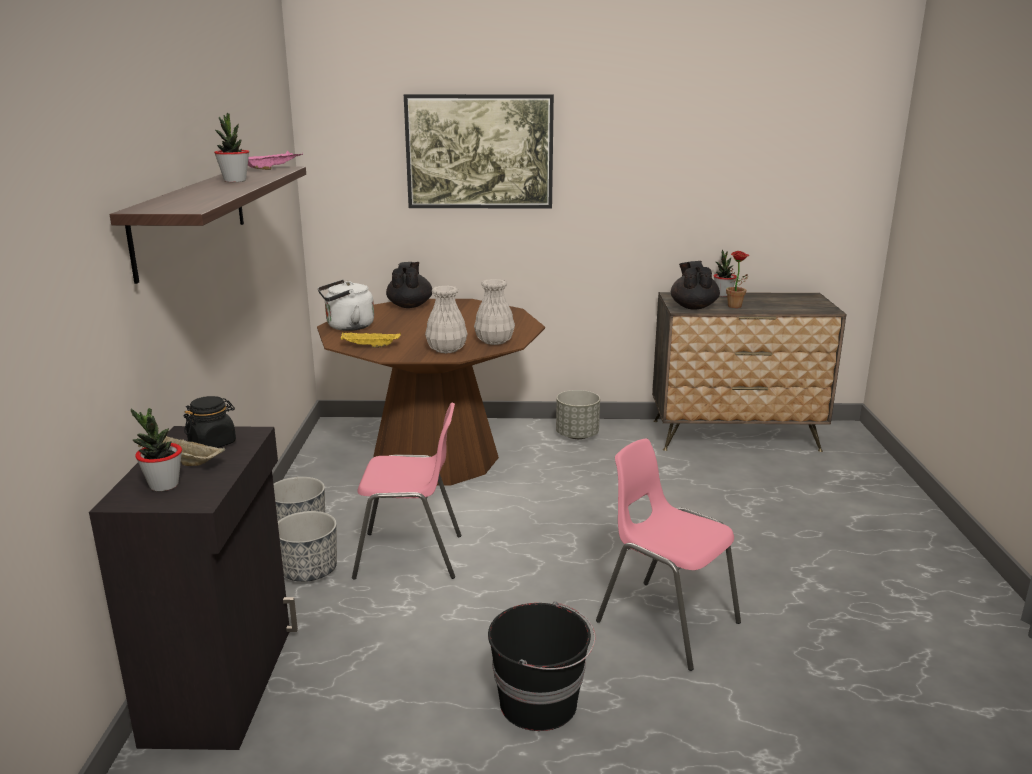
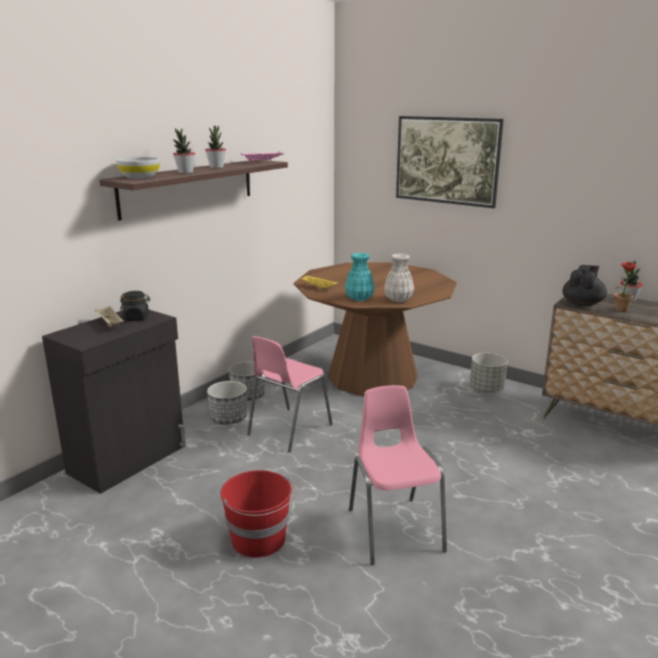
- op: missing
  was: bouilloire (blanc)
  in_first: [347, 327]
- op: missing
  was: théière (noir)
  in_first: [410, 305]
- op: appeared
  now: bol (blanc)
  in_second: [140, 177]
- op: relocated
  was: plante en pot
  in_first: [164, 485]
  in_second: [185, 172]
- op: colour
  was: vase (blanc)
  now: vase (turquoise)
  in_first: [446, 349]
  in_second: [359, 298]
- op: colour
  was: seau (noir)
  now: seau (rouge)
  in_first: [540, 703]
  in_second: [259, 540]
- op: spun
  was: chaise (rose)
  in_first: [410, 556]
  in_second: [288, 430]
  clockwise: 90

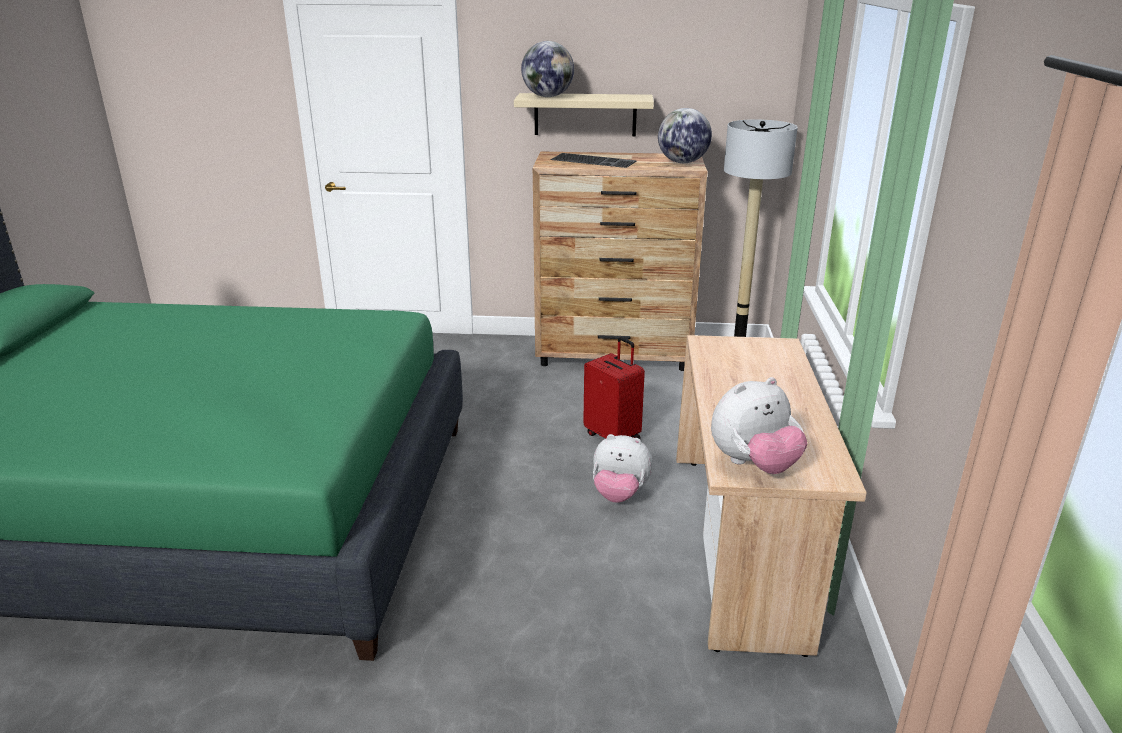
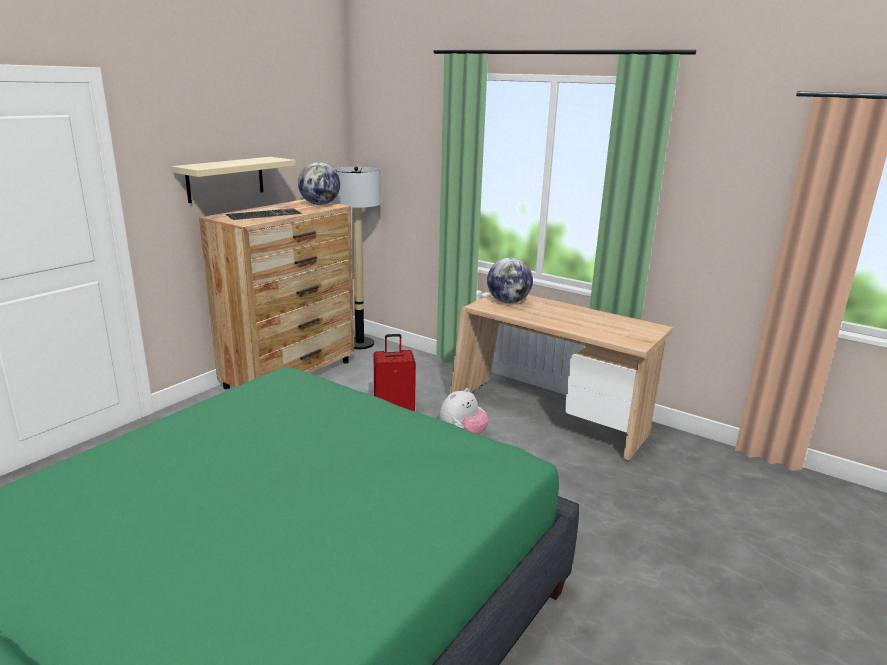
- op: missing
  was: peluche
  in_first: [754, 465]
- op: relocated
  was: globe
  in_first: [548, 96]
  in_second: [508, 302]

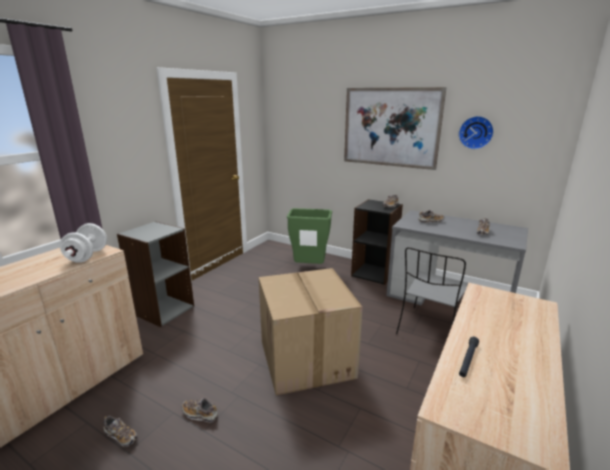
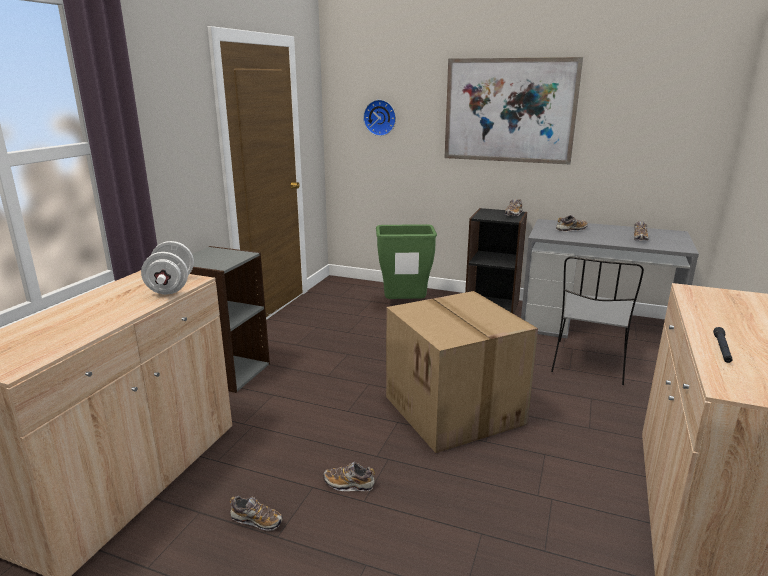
- op: relocated
  was: horloge murale
  in_first: [476, 132]
  in_second: [380, 117]

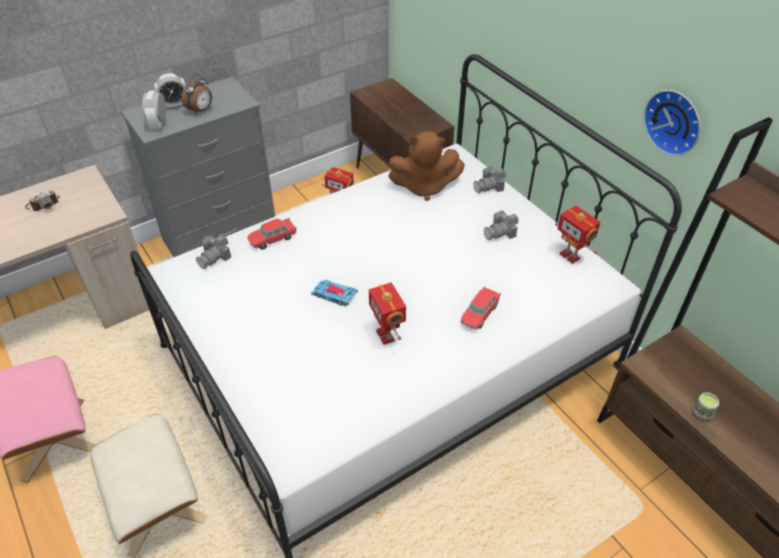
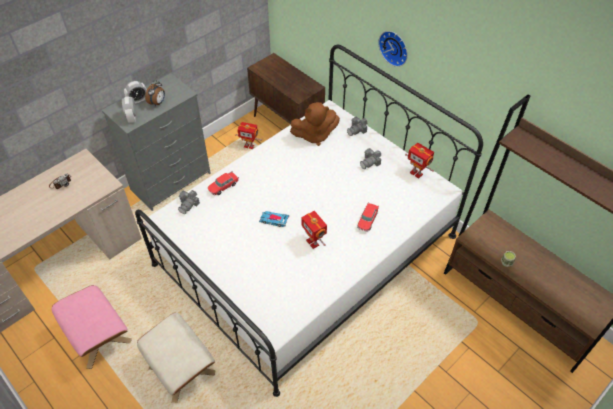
- op: relocated
  was: horloge murale
  in_first: [675, 121]
  in_second: [395, 47]

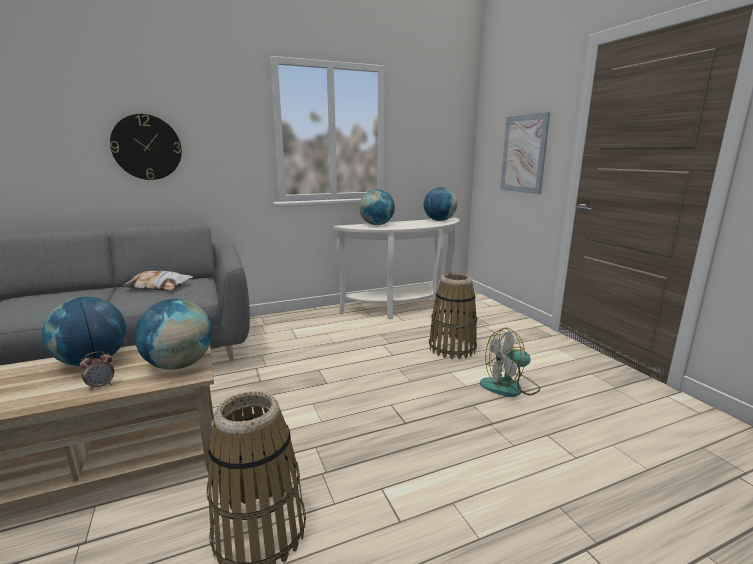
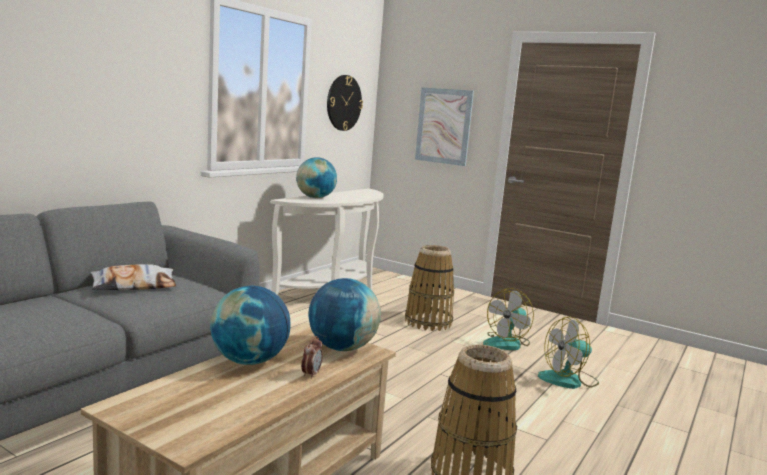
- op: missing
  was: globe
  in_first: [439, 220]
- op: appeared
  now: ventilateur
  in_second: [568, 380]
- op: relocated
  was: horloge murale
  in_first: [147, 147]
  in_second: [343, 103]

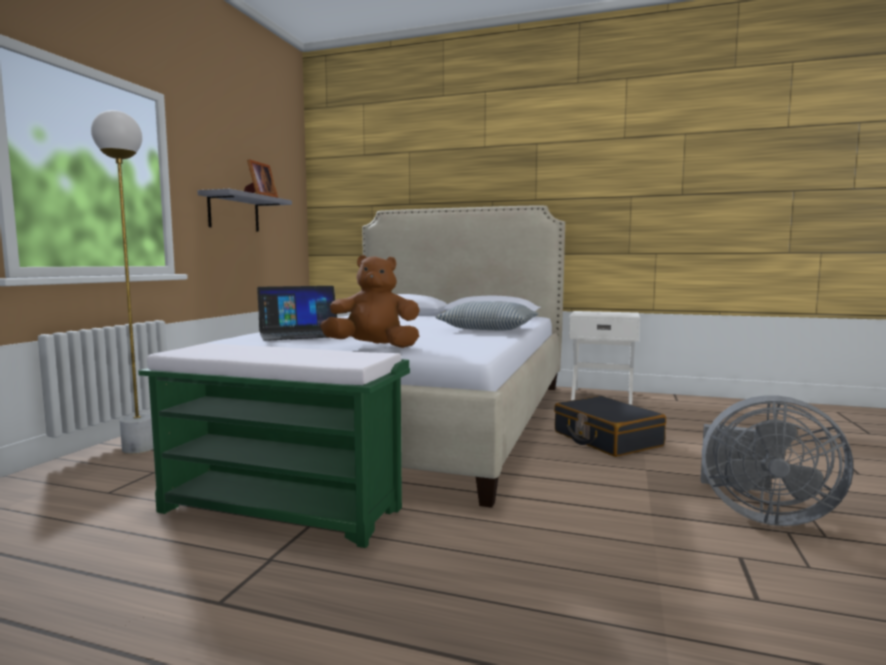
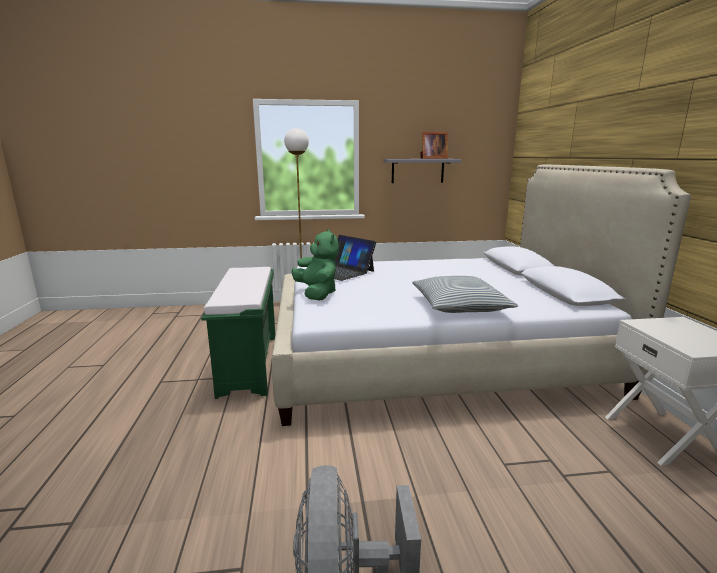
- op: missing
  was: valise (noir)
  in_first: [606, 439]
- op: colour
  was: peluche (marron)
  now: peluche (vert)
  in_first: [374, 347]
  in_second: [317, 293]

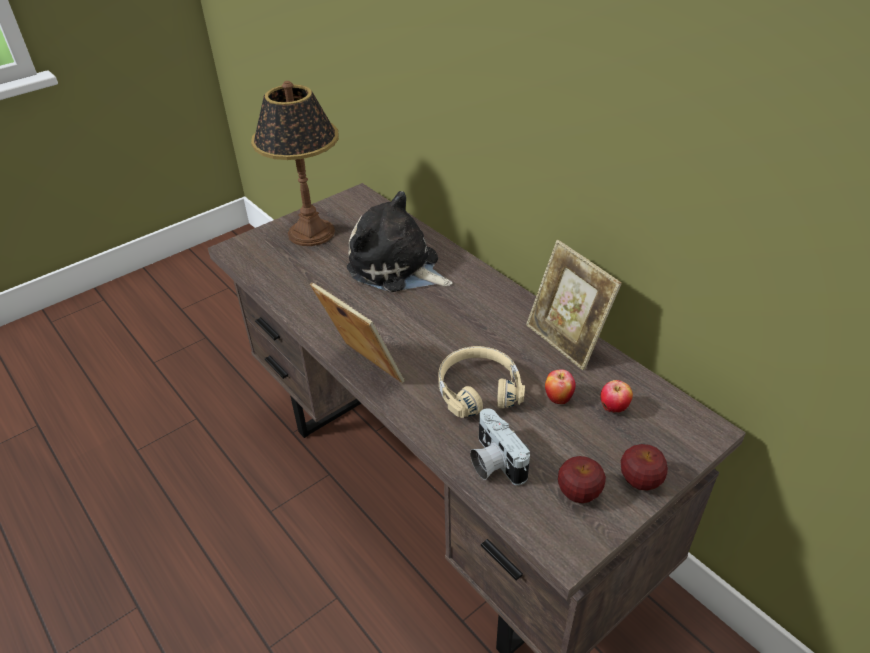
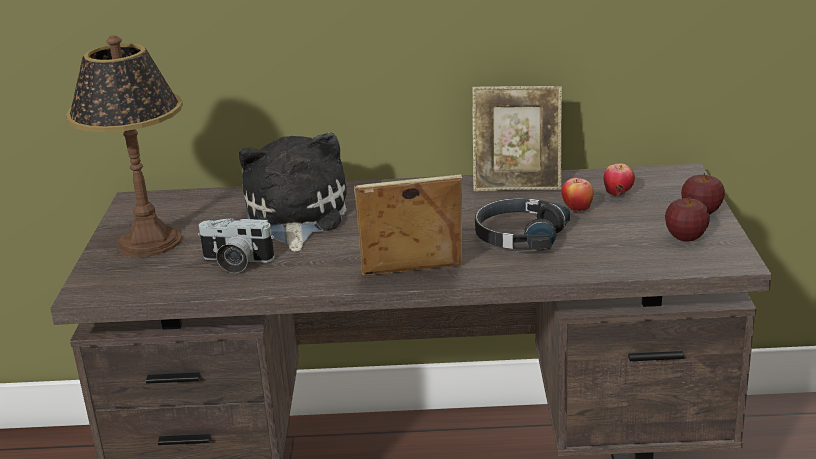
- op: relocated
  was: appareil photo
  in_first: [493, 462]
  in_second: [235, 262]
- op: colour
  was: casque audio (beige)
  now: casque audio (noir)
  in_first: [478, 388]
  in_second: [518, 236]
- op: spun
  was: peluche
  in_first: [397, 268]
  in_second: [294, 218]
  clockwise: 105

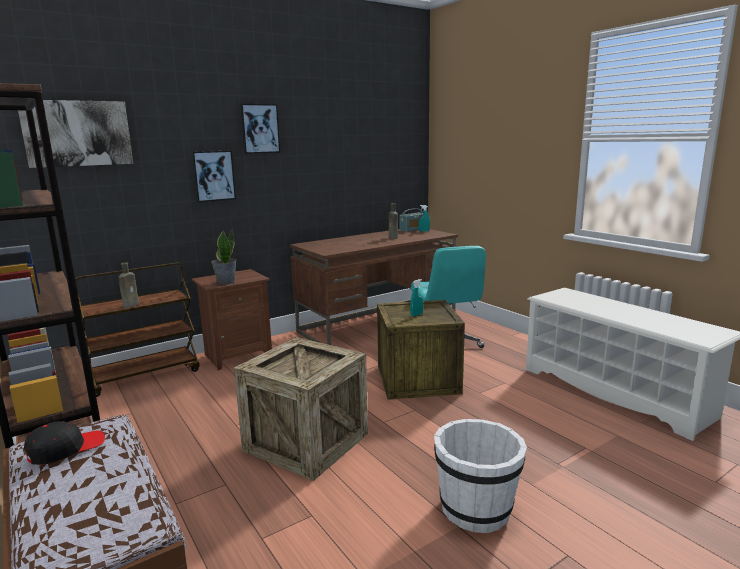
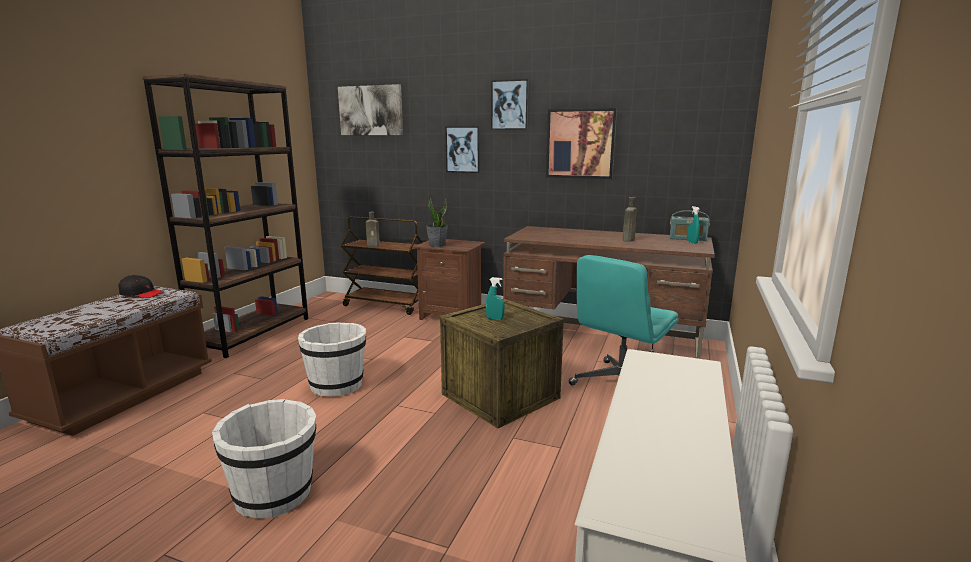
- op: appeared
  now: tableau
  in_second: [580, 143]
- op: exchanged
  was: caisse
  now: seau (blanc)
  in_first: [306, 442]
  in_second: [337, 385]

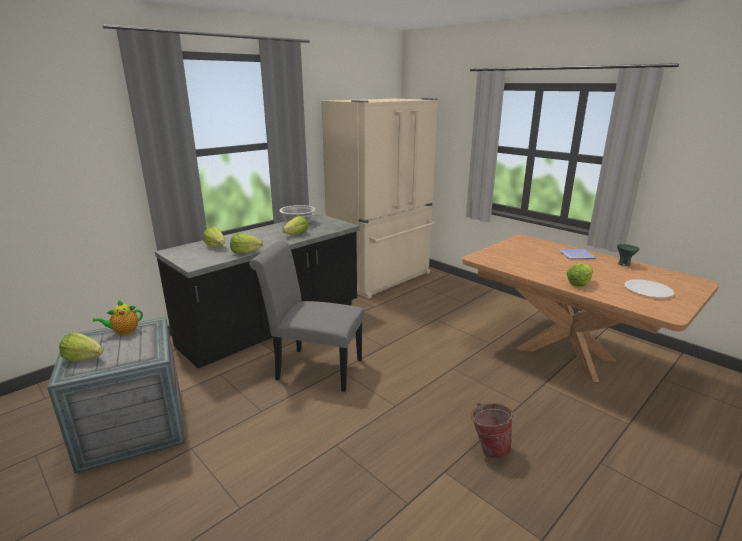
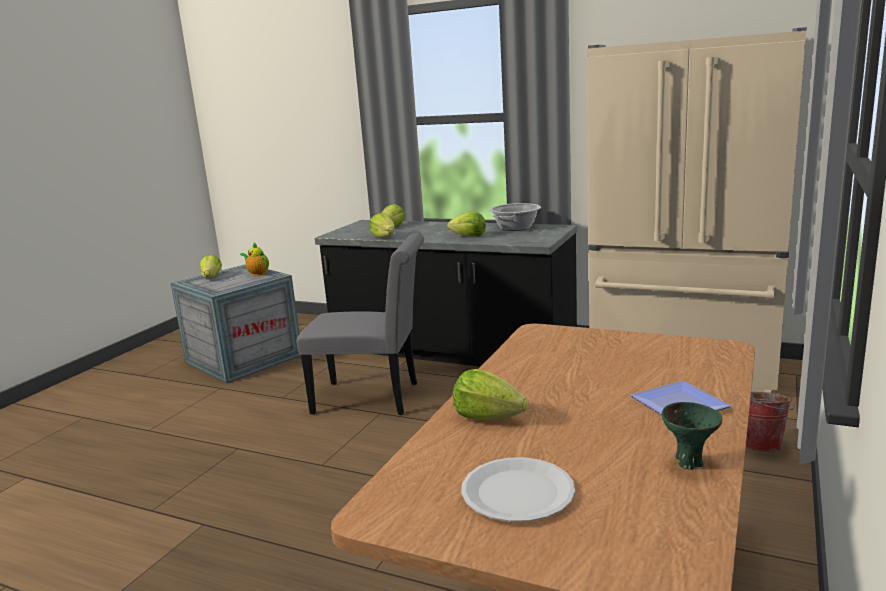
- op: relocated
  was: seau
  in_first: [489, 447]
  in_second: [762, 445]
- op: spun
  was: chaise (gris)
  in_first: [313, 368]
  in_second: [374, 398]
  clockwise: 105

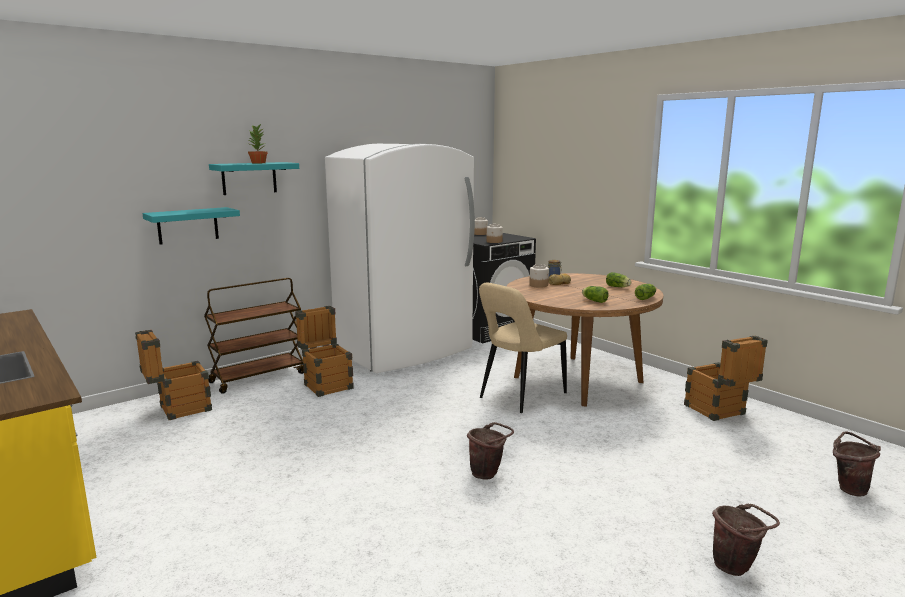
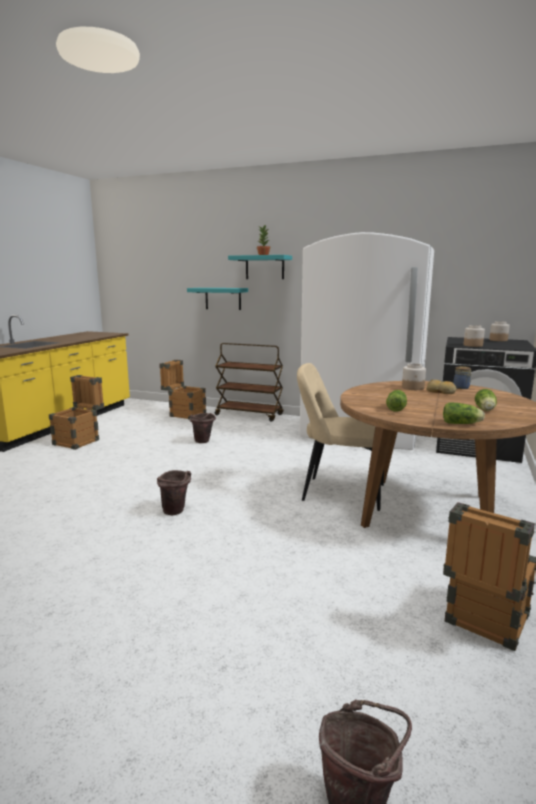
- op: relocated
  was: caisse
  in_first: [326, 384]
  in_second: [80, 441]
- op: relocated
  was: seau (marron)
  in_first: [736, 567]
  in_second: [203, 442]

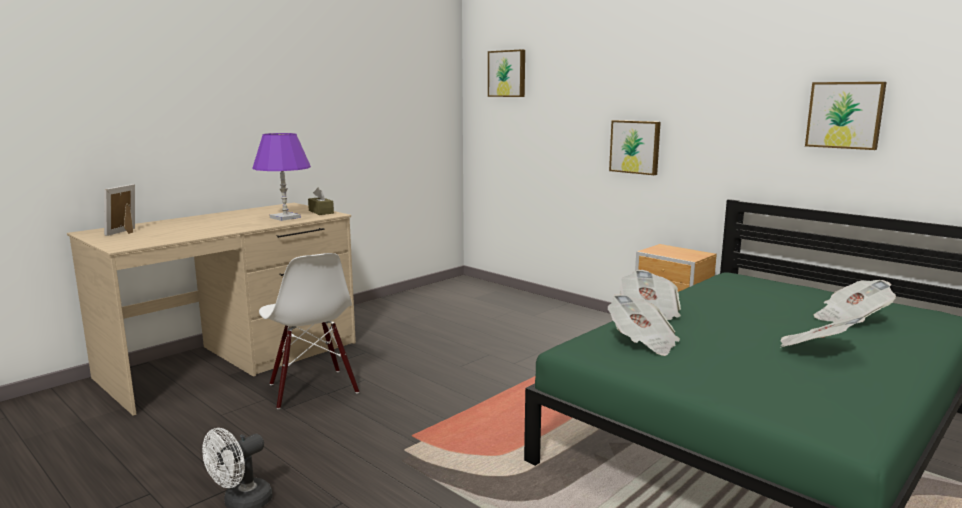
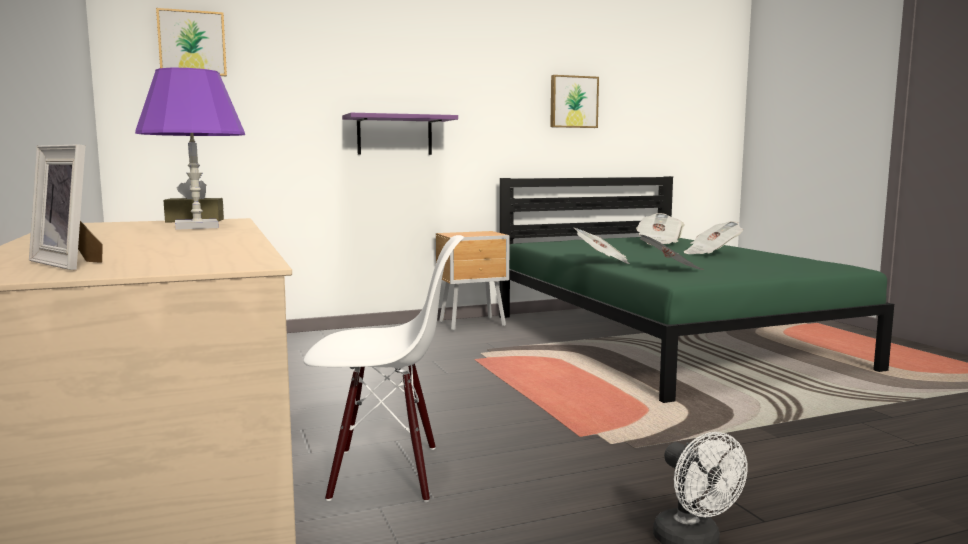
- op: exchanged
  was: tableau
  now: étagère (violet)
  in_first: [635, 147]
  in_second: [394, 135]

